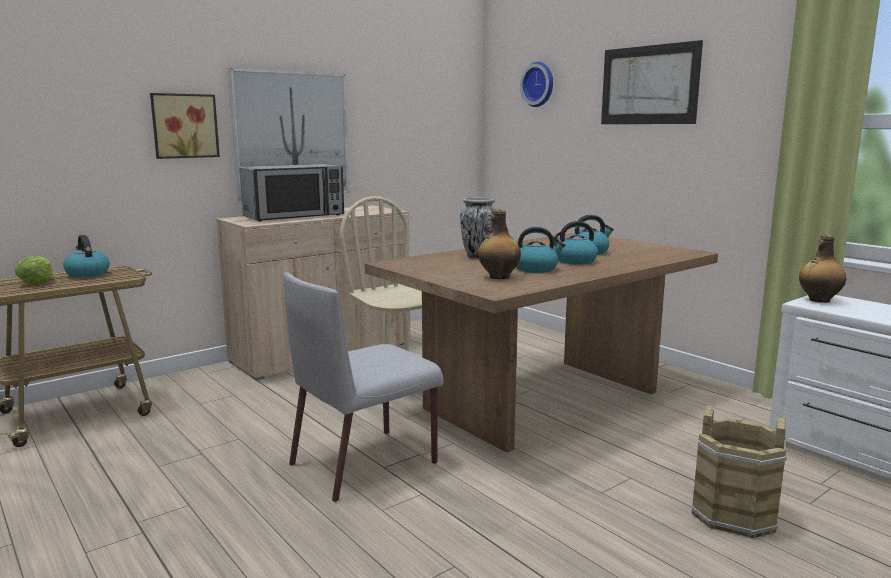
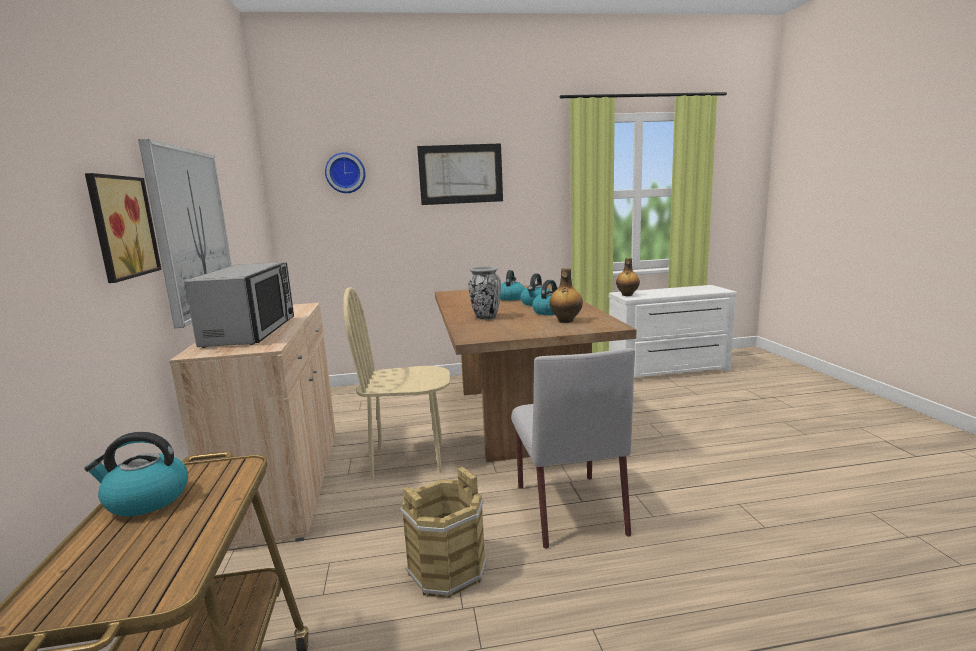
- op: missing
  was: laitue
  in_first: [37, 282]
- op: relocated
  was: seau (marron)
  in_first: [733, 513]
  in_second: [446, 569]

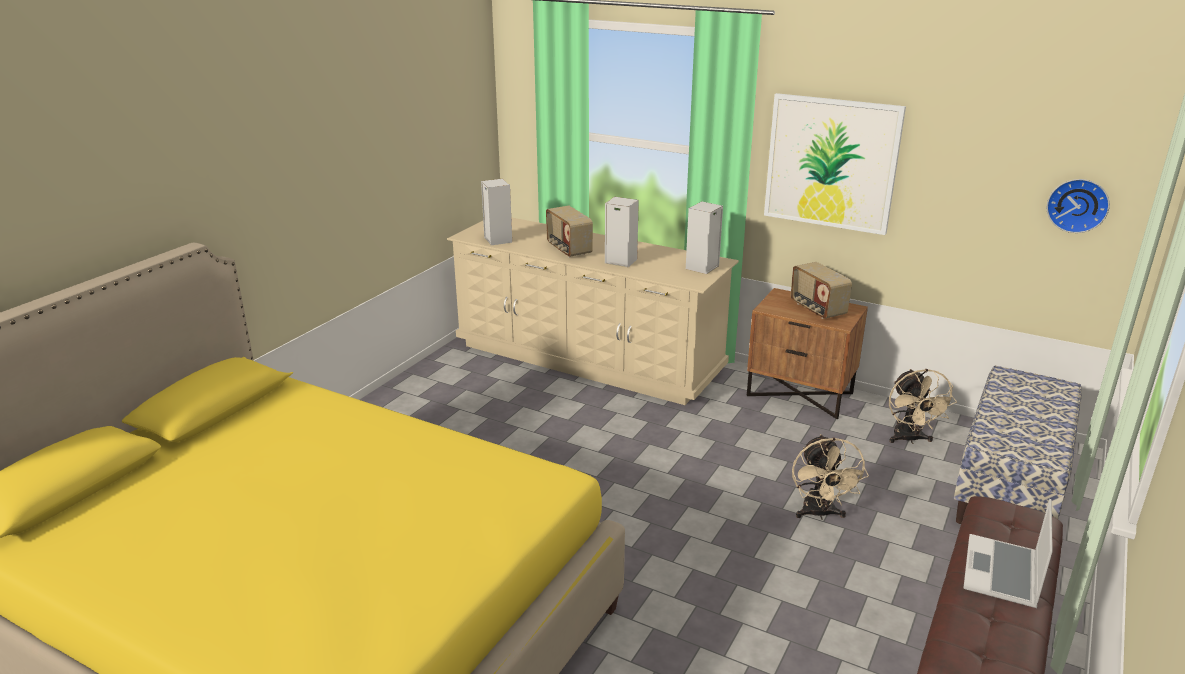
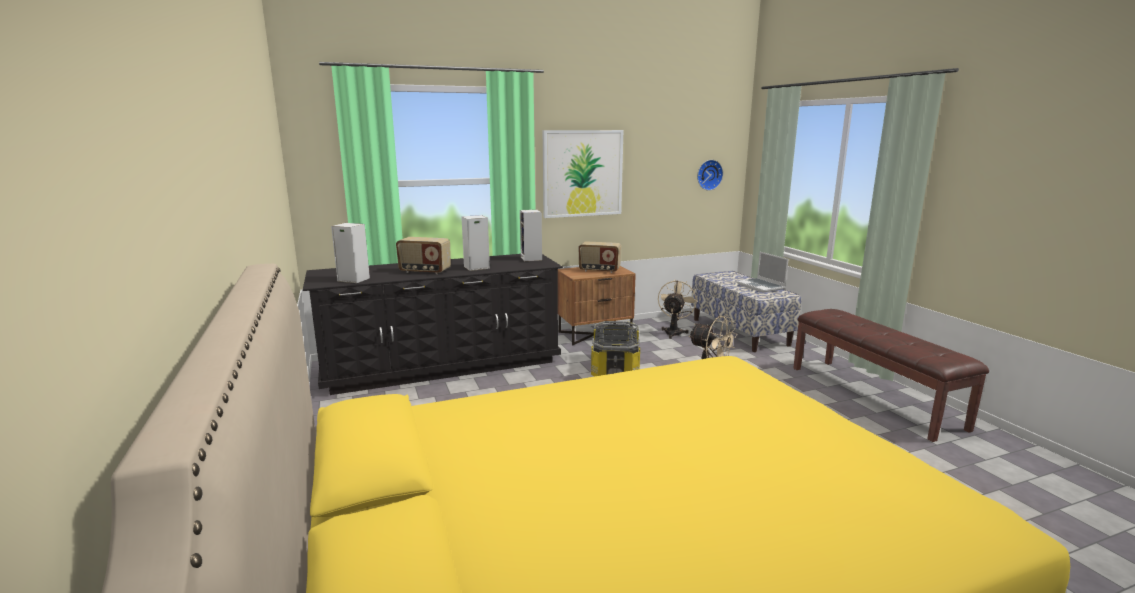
- op: appeared
  now: boîte de rangement
  in_second: [614, 369]
- op: relocated
  was: ordinateur portable
  in_first: [1002, 574]
  in_second: [761, 286]
- op: colour
  was: commode (beige)
  now: commode (noir)
  in_first: [588, 358]
  in_second: [442, 365]
- op: spun
  was: ventilateur (beige)
  in_first: [909, 439]
  in_second: [674, 332]
  clockwise: -105

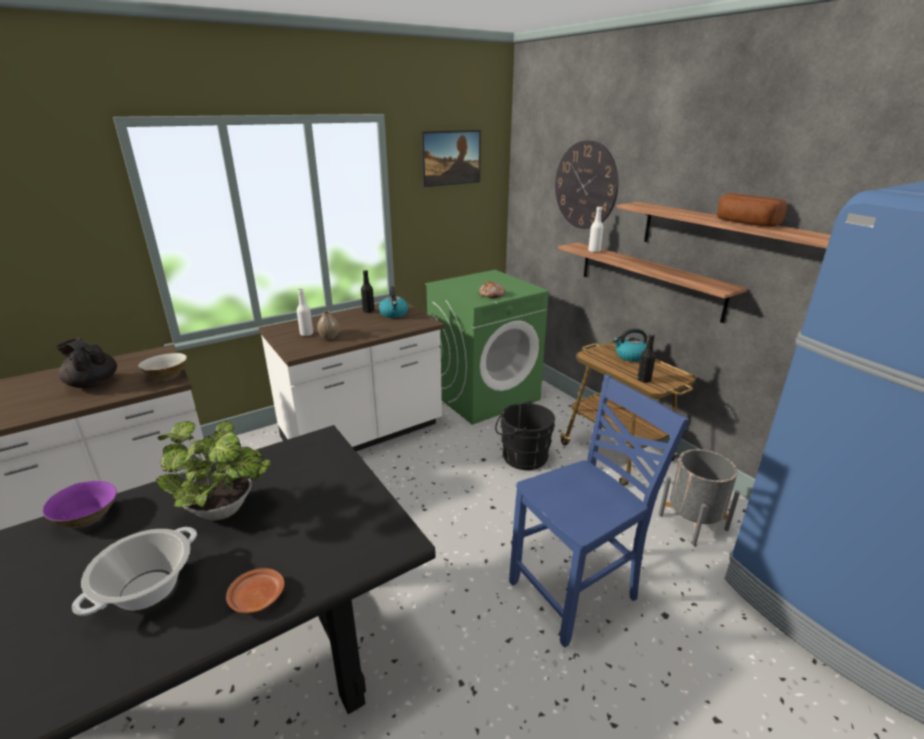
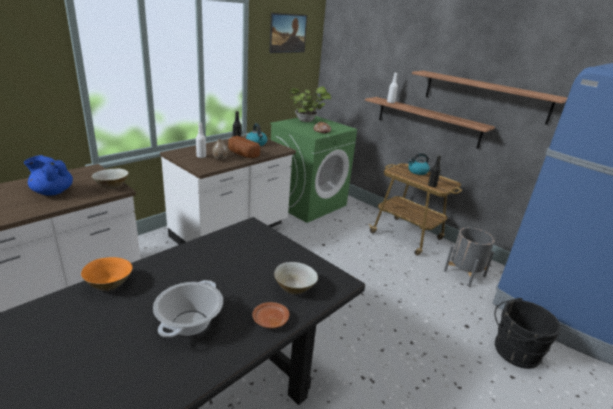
- op: missing
  was: chaise (bleu)
  in_first: [576, 592]
- op: missing
  was: horloge murale
  in_first: [585, 185]
- op: appeared
  now: bol (beige)
  in_second: [295, 288]
- op: relocated
  was: plante en pot
  in_first: [225, 511]
  in_second: [307, 121]
- op: relocated
  was: seau (noir)
  in_first: [521, 456]
  in_second: [513, 351]
- op: relocated
  was: pain
  in_first: [744, 223]
  in_second: [241, 154]
- op: colour
  was: bol (violet)
  now: bol (orange)
  in_first: [88, 518]
  in_second: [109, 284]
- op: colour
  was: théière (noir)
  now: théière (bleu)
  in_first: [93, 383]
  in_second: [52, 192]

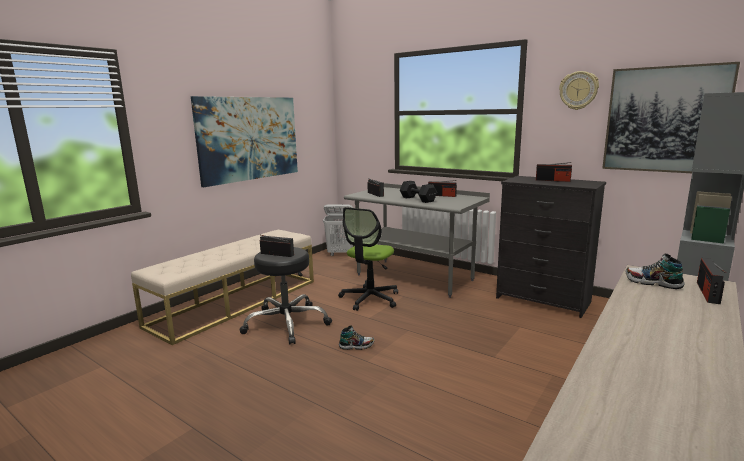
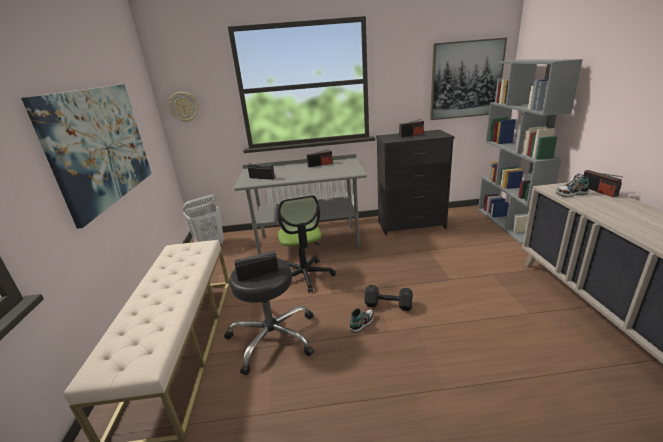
- op: relocated
  was: haltère (noir)
  in_first: [417, 199]
  in_second: [387, 305]
- op: relocated
  was: horloge murale
  in_first: [578, 90]
  in_second: [184, 107]

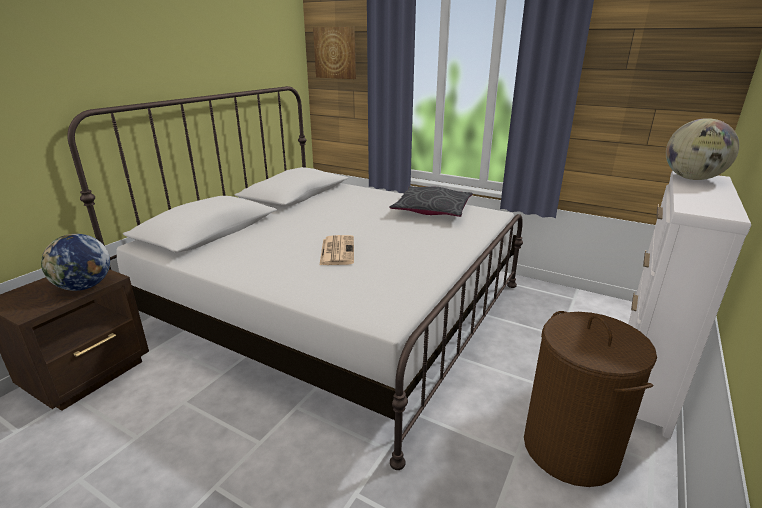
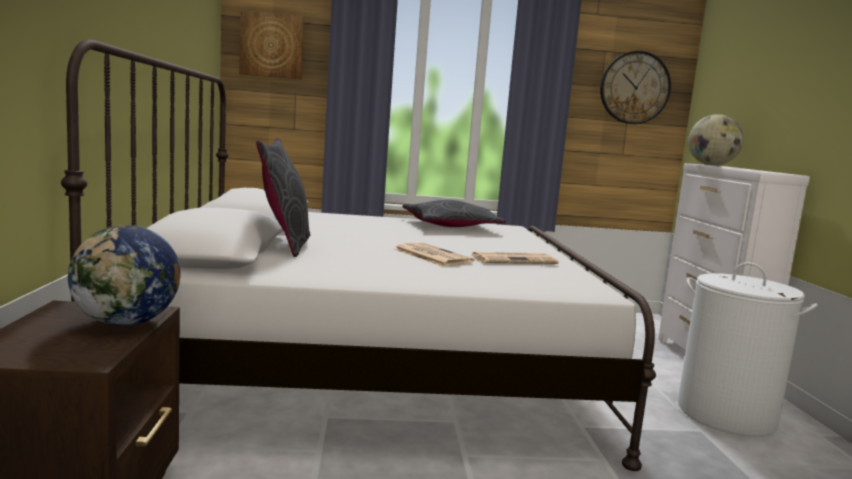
- op: appeared
  now: coussin (gris)
  in_second: [284, 244]
- op: appeared
  now: journal
  in_second: [514, 260]
- op: appeared
  now: horloge murale
  in_second: [634, 88]
- op: colour
  was: panier à linge (marron)
  now: panier à linge (blanc)
  in_first: [570, 448]
  in_second: [726, 414]

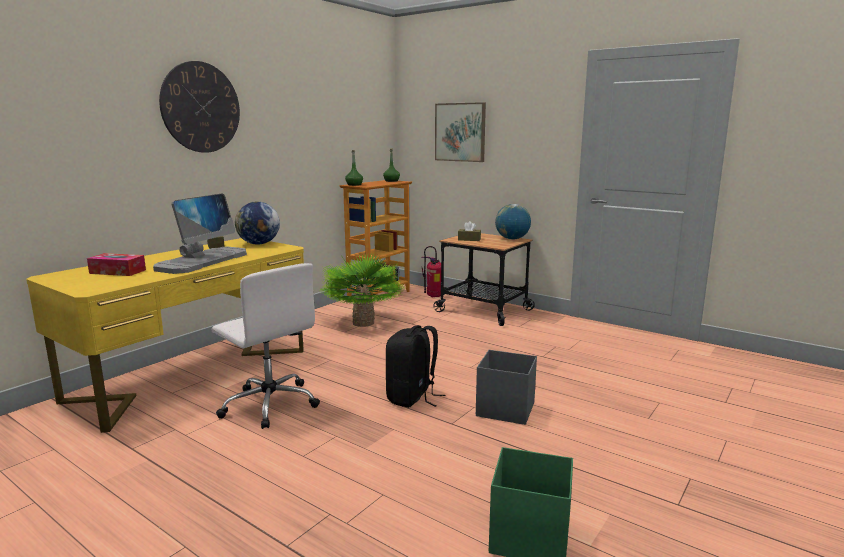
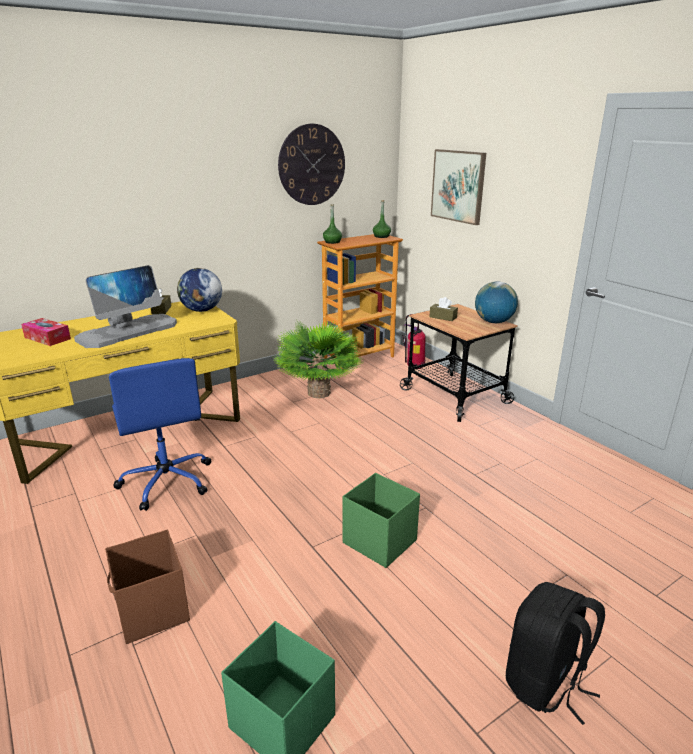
- op: appeared
  now: boîte de rangement (marron)
  in_second: [152, 610]
- op: relocated
  was: horloge murale
  in_first: [201, 107]
  in_second: [312, 165]
- op: relocated
  was: sac à dos (noir)
  in_first: [412, 398]
  in_second: [545, 683]
- op: colour
  was: chaise de bureau (blanc)
  now: chaise de bureau (bleu)
  in_first: [269, 404]
  in_second: [167, 481]
- op: colour
  was: boîte de rangement (gris)
  now: boîte de rangement (vert)
  in_first: [504, 409]
  in_second: [379, 541]

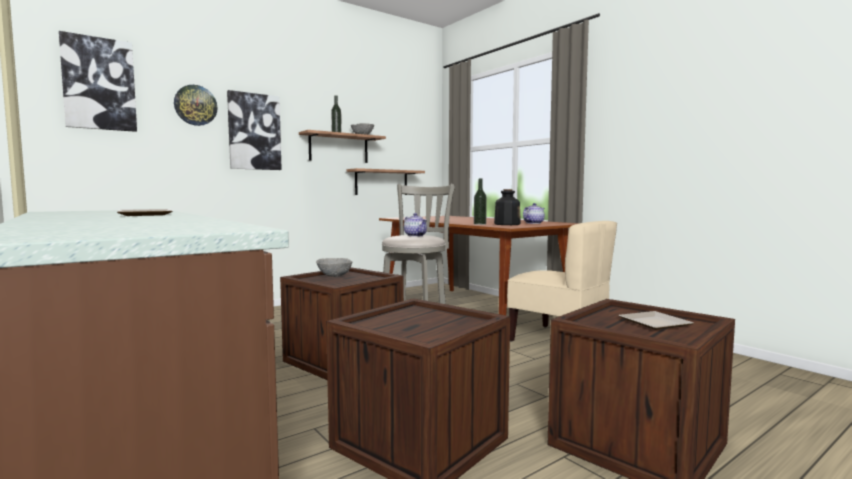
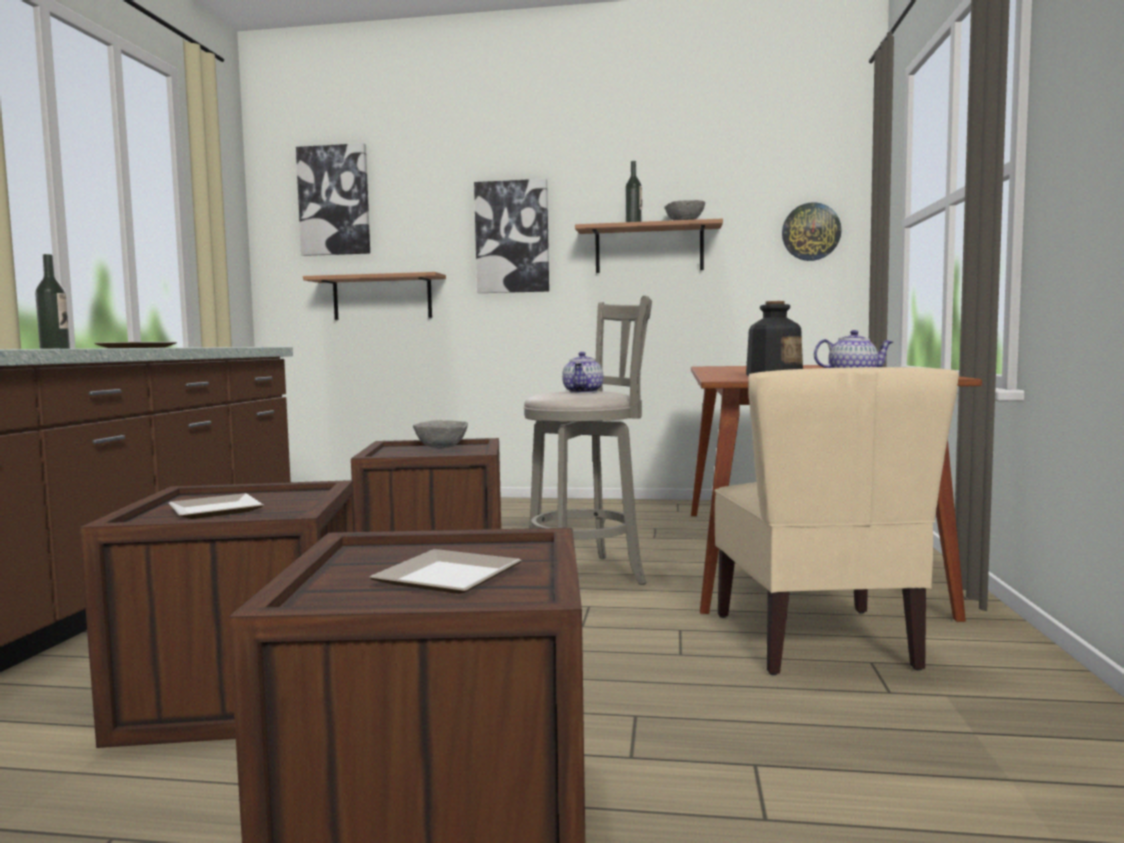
- op: appeared
  now: assiette
  in_second: [219, 511]
- op: relocated
  was: horloge murale
  in_first: [195, 105]
  in_second: [811, 232]
- op: relocated
  was: étagère
  in_first: [381, 182]
  in_second: [382, 297]
- op: relocated
  was: bouteille
  in_first: [479, 224]
  in_second: [55, 349]

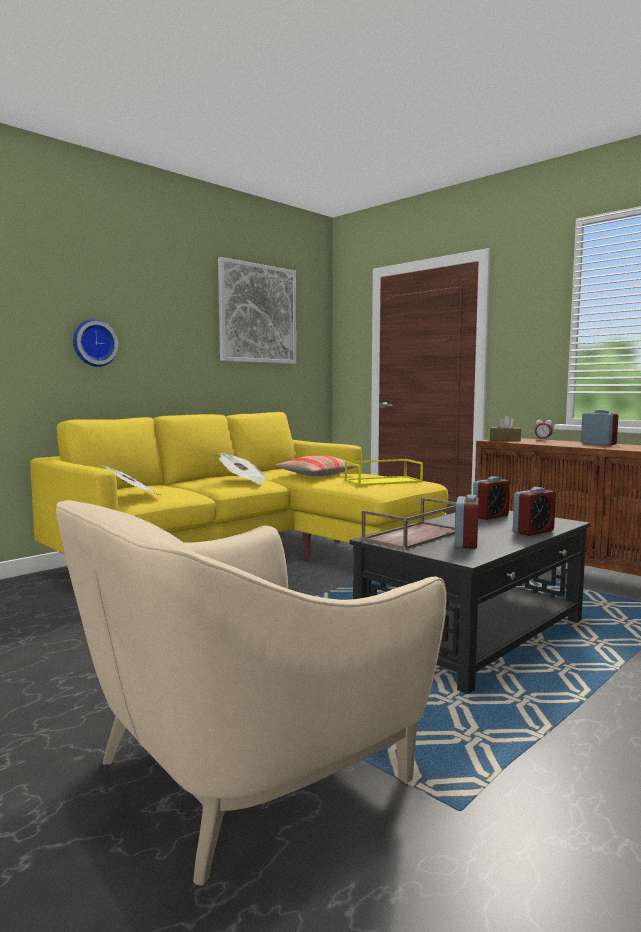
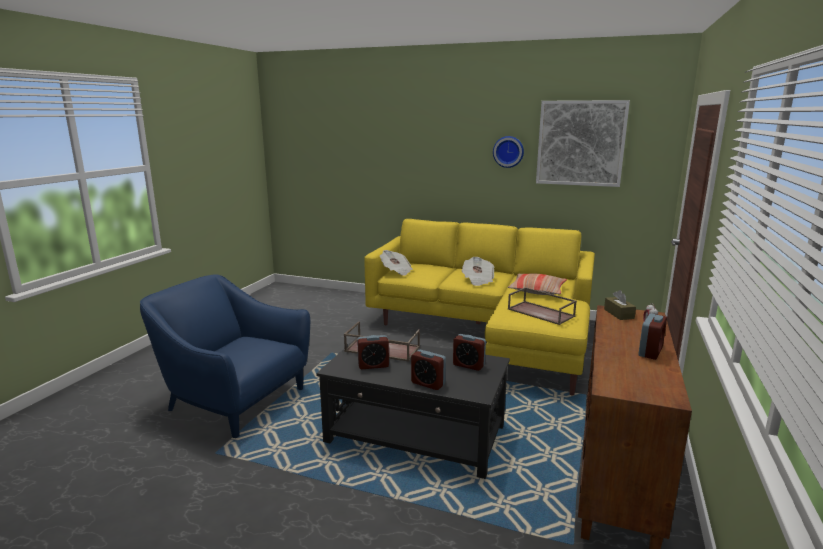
- op: relocated
  was: horloge murale
  in_first: [94, 343]
  in_second: [508, 151]
- op: colour
  was: fauteuil (beige)
  now: fauteuil (bleu)
  in_first: [246, 768]
  in_second: [234, 400]
- op: colour
  was: plateau (jaune)
  now: plateau (marron)
  in_first: [383, 481]
  in_second: [541, 312]

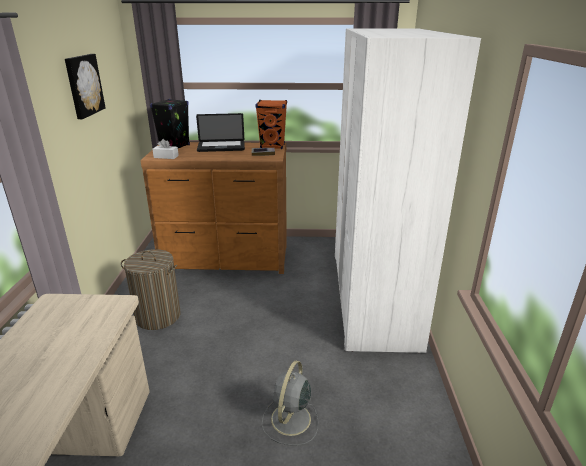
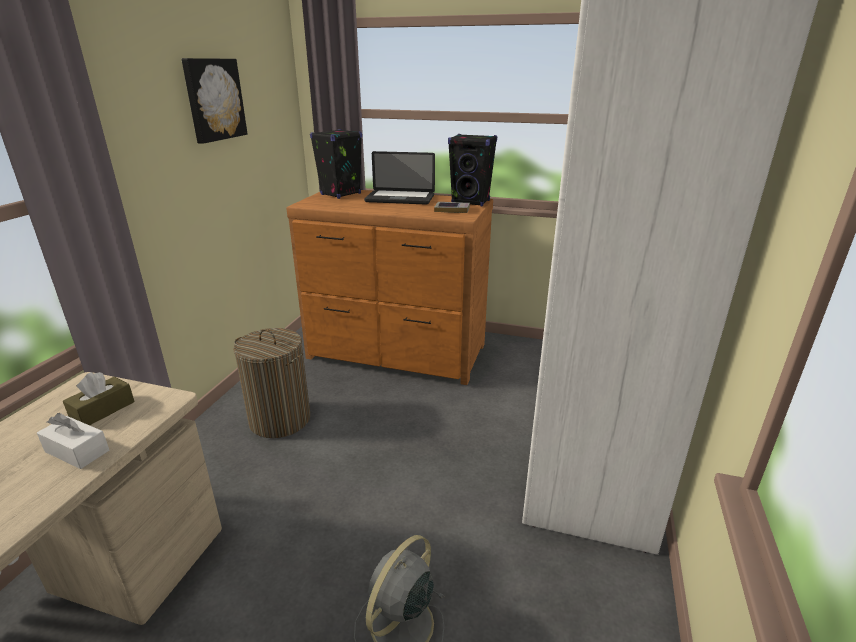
- op: appeared
  now: boîte à mouchoirs (marron)
  in_second: [103, 410]
- op: relocated
  was: boîte à mouchoirs (blanc)
  in_first: [166, 157]
  in_second: [77, 451]
- op: colour
  was: enceinte (orange)
  now: enceinte (noir)
  in_first: [272, 146]
  in_second: [471, 202]

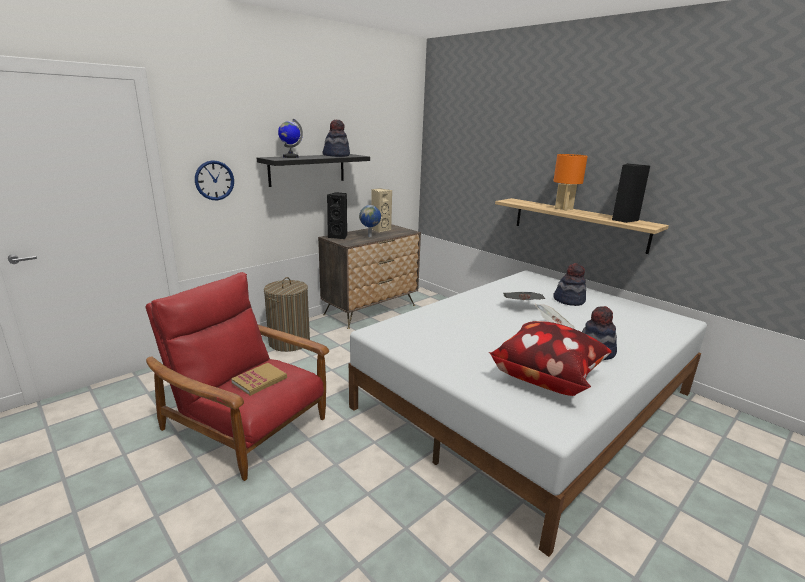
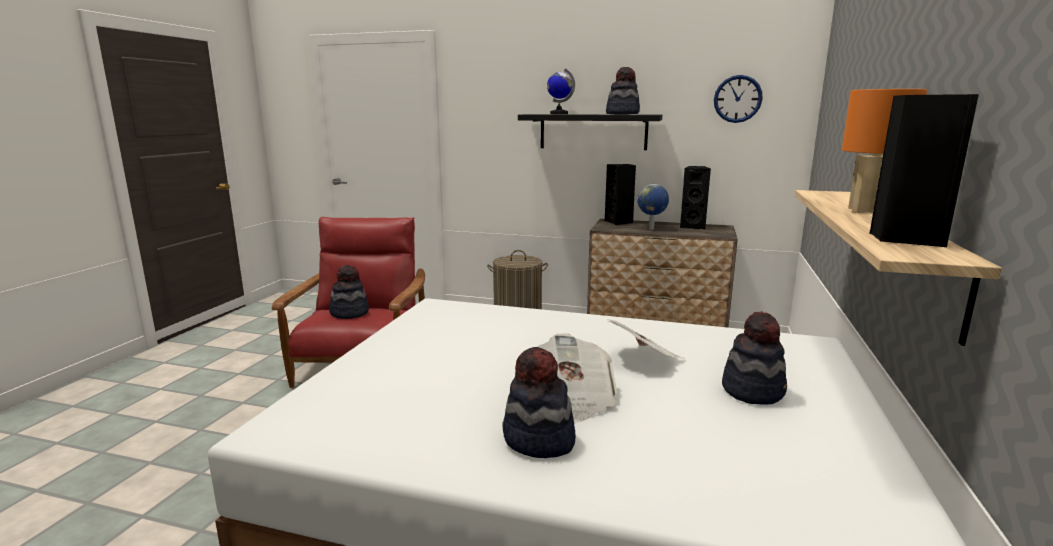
- op: missing
  was: coussin
  in_first: [546, 377]
- op: relocated
  was: horloge murale
  in_first: [214, 180]
  in_second: [737, 99]
- op: exchanged
  was: livre
  now: chapeau
  in_first: [259, 380]
  in_second: [349, 313]
- op: colour
  was: enceinte (beige)
  now: enceinte (noir)
  in_first: [380, 229]
  in_second: [692, 226]

